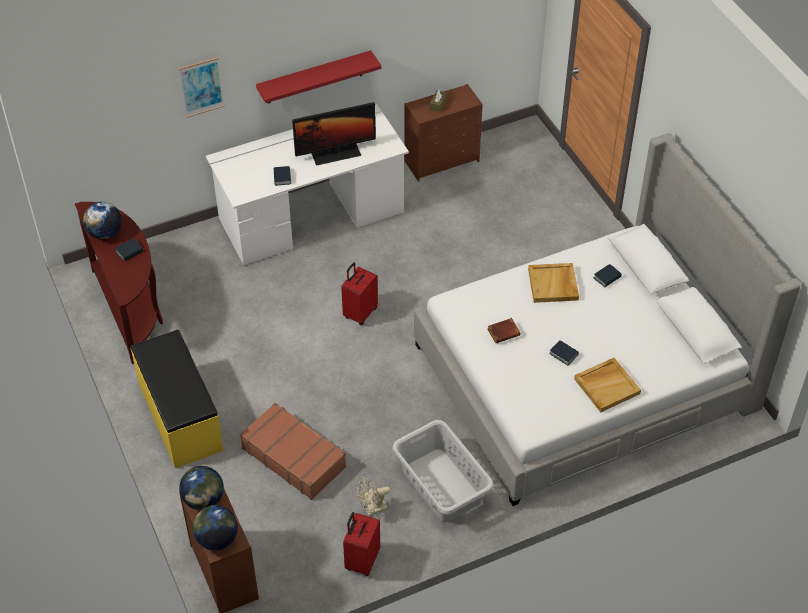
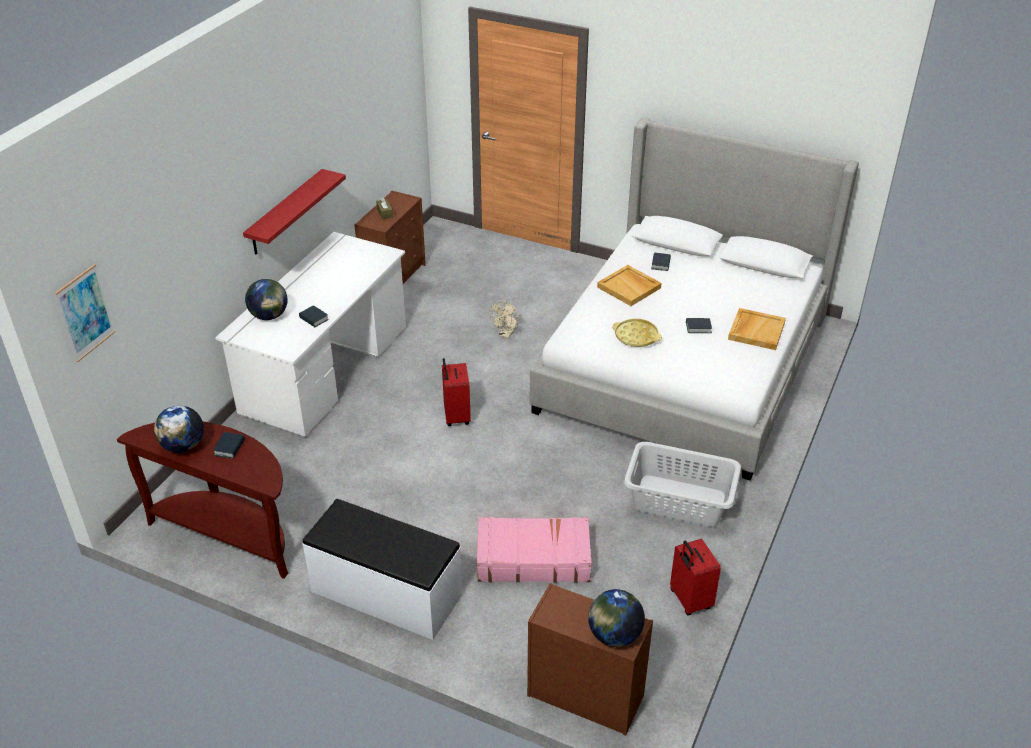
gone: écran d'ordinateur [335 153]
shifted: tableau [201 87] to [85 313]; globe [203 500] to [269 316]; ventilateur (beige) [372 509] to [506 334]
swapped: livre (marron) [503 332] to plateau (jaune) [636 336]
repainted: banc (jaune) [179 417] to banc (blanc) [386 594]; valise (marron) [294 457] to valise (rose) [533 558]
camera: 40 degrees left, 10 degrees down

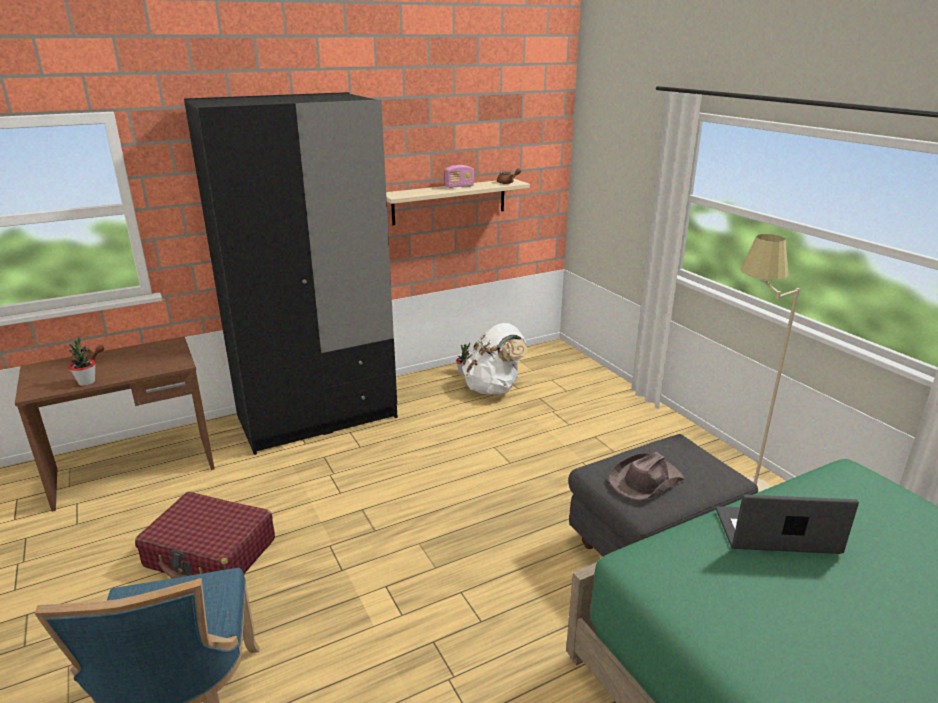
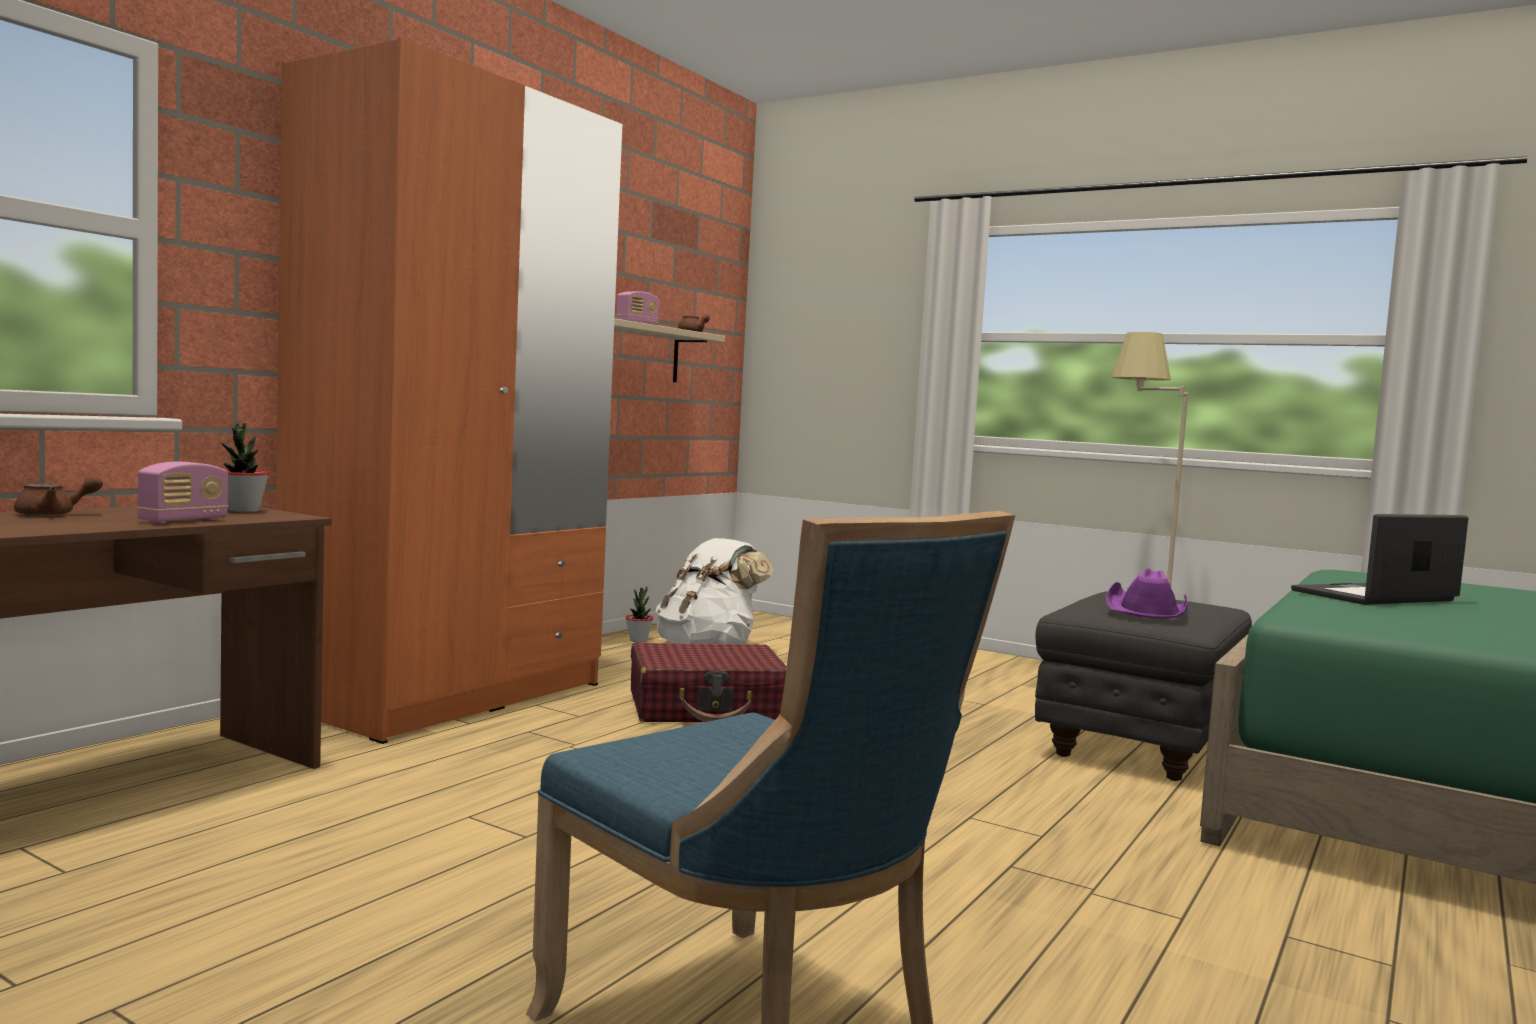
new: radio [183 520]
shifted: plante en pot [86 382] to [243 510]; valise (rouge) [211 553] to [707 708]
repainted: armoire (noir) [317 416] to armoire (orange) [448 696]; chapeau (marron) [645 481] to chapeau (violet) [1147 610]
camera: 30 degrees left, 20 degrees down

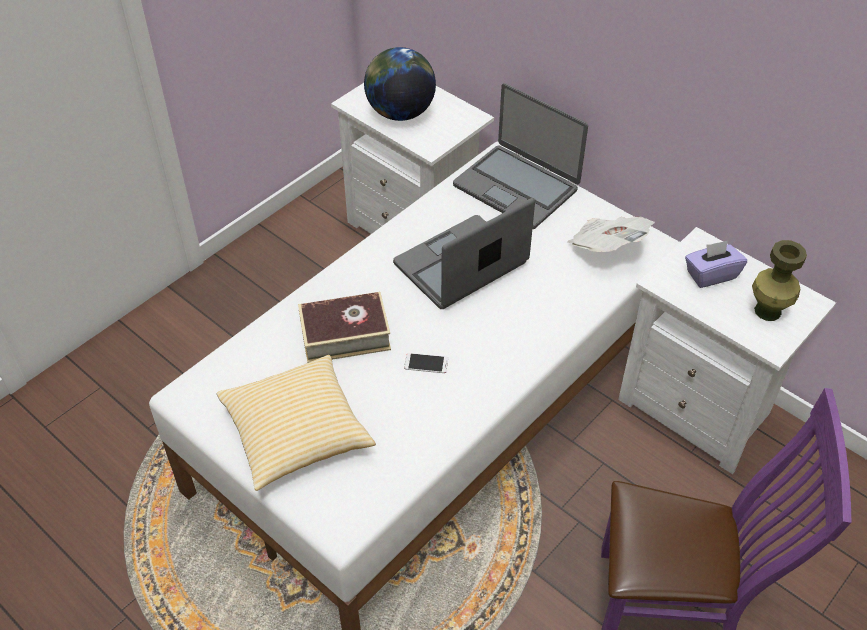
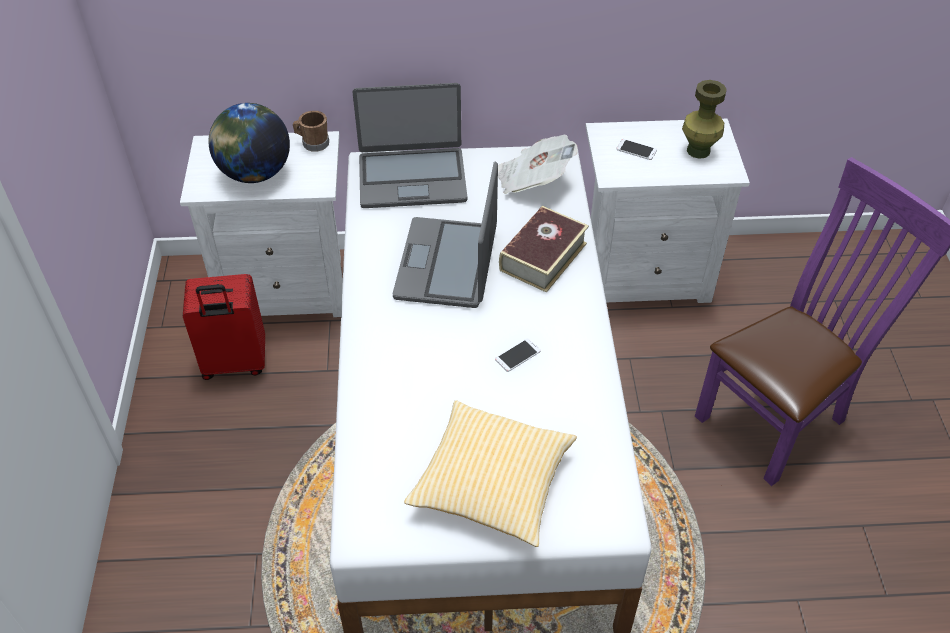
new: valise (rouge) [235 364]; mug (marron) [312 143]
shifted: livre [345 335] to [543 257]
swapped: boîte à mouchoirs (violet) [711 275] to téléphone [636 150]
camera: 45 degrees left, 0 degrees up

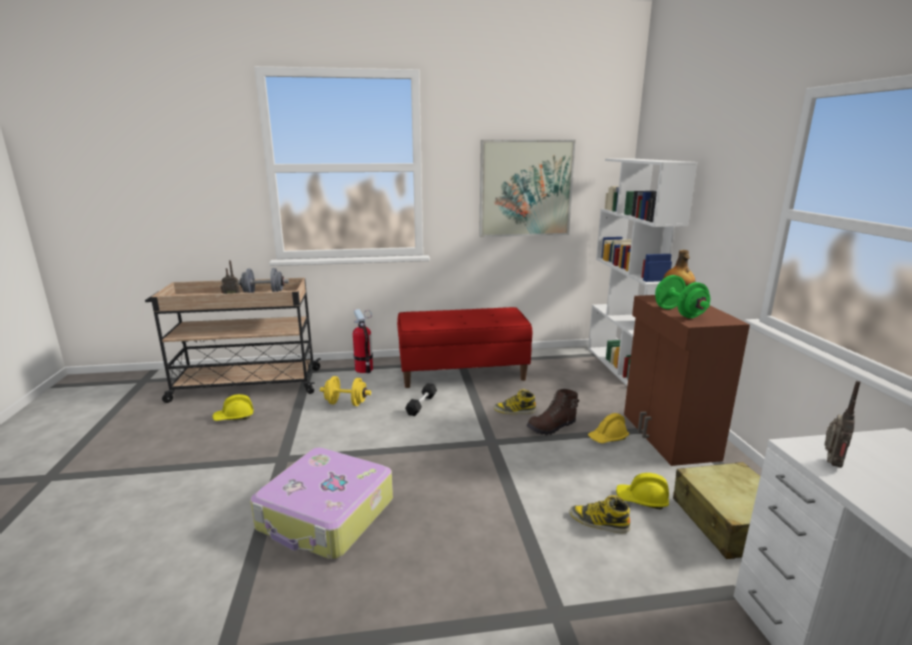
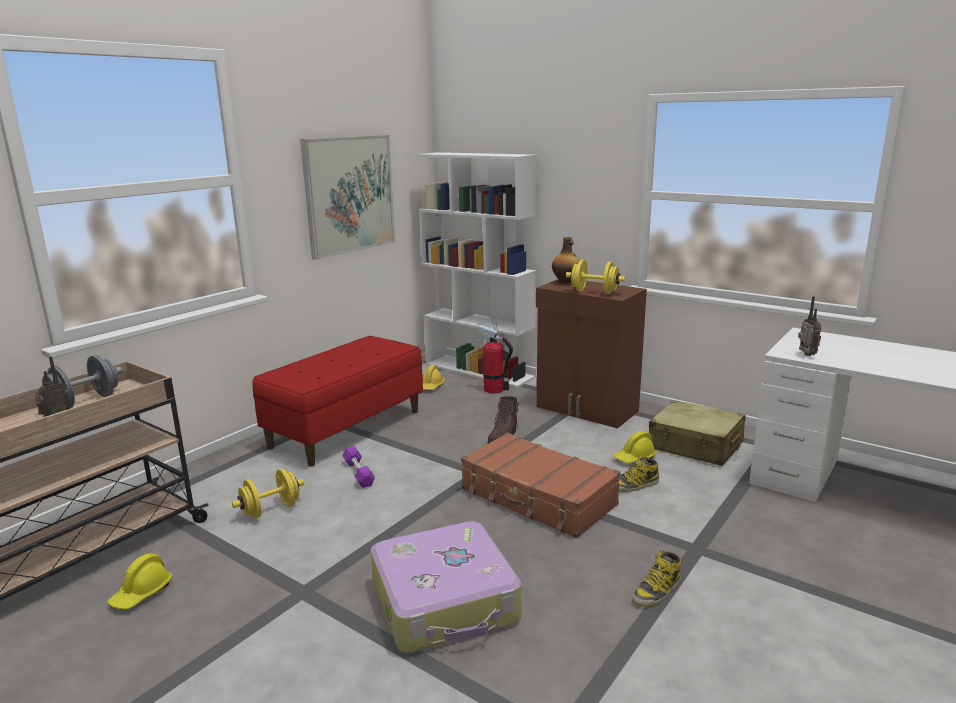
new: valise (marron) [538 498]
shifted: casque de chantier (jaune) [608 438] to [431 386]; extincteur [364 369] to [494 389]; botte [514 410] to [657 591]
repainted: haltère (noir) [421 404] to haltère (violet) [358 473]; haltère (vert) [679 313] to haltère (jaune) [594 292]
camera: 45 degrees left, 0 degrees up

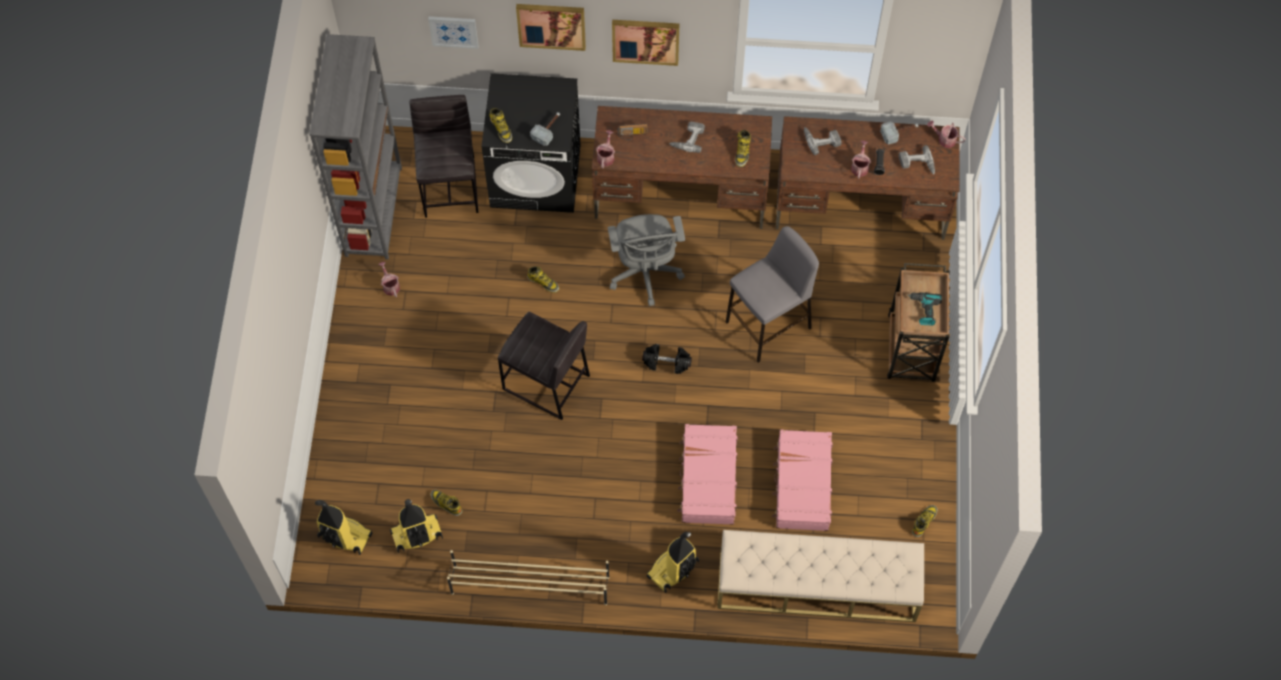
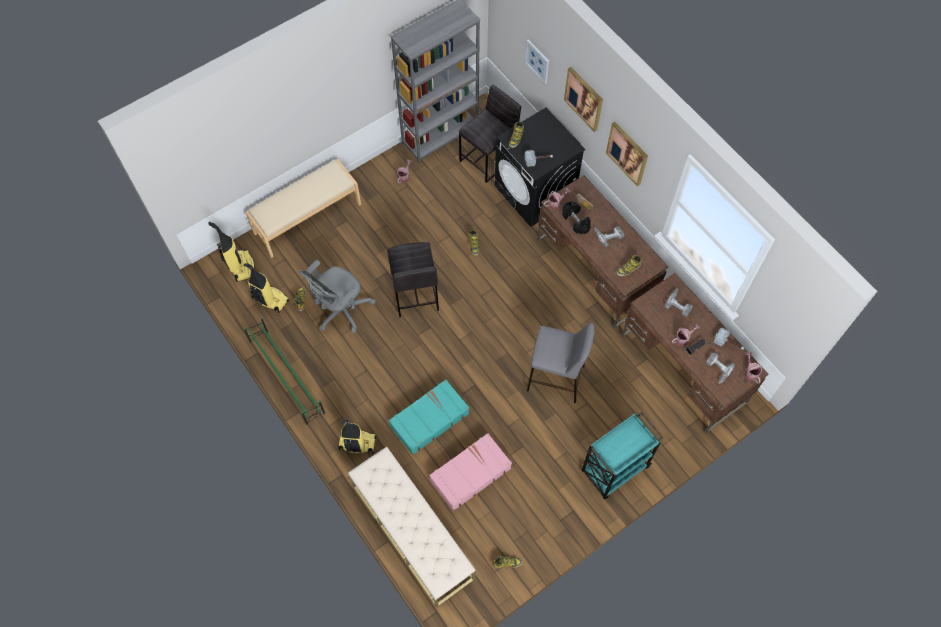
gone: perceuse [923 310]
new: banc (beige) [307 218]
shifted: chaise de bureau (gris) [645 273] to [341 311]; haltère (noir) [667 362] to [576 221]
repainted: étagère à chaussures (beige) [529 584] to étagère à chaussures (vert) [286 376]; valise (rose) [708 479] to valise (turquoise) [429 419]; chariot (marron) [911 350] to chariot (turquoise) [614 470]
camera: 50 degrees right, 0 degrees up

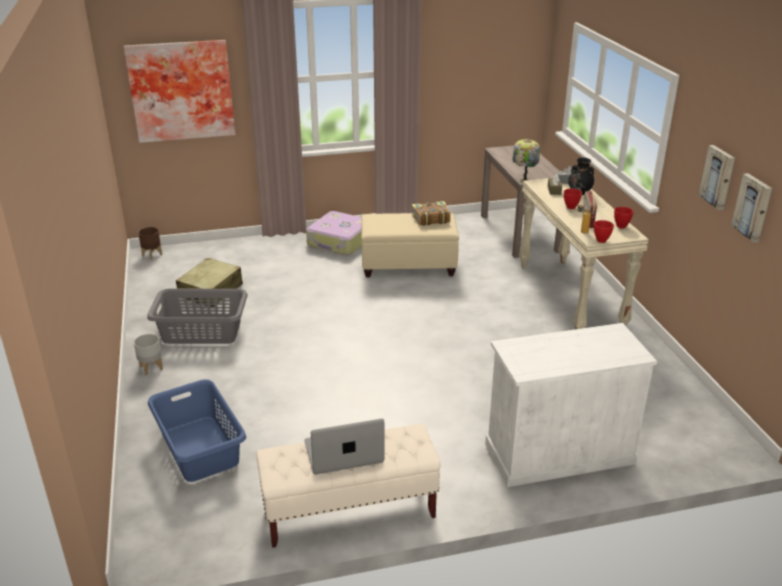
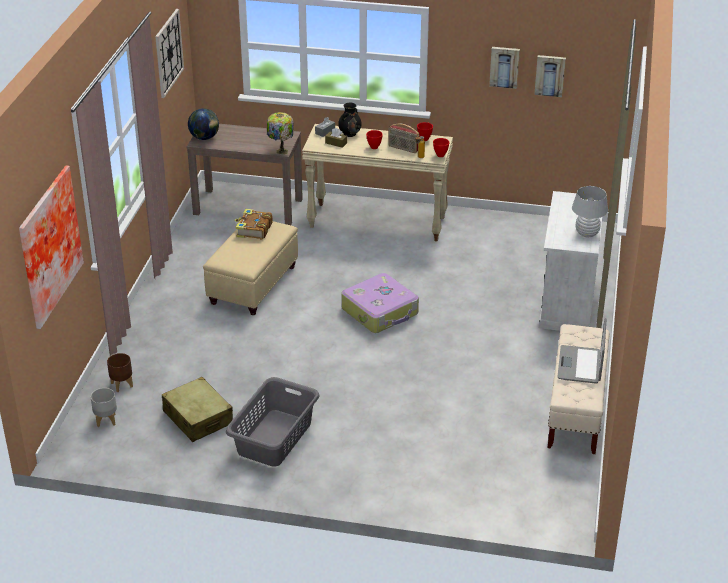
gone: panier à linge (bleu) [200 447]
new: horloge murale [168 53]; globe [204 138]; lampe de table (blanc) [587 234]
shifted: cache-pot (gris) [151 368] to [105 420]; cache-pot (marron) [152 255] to [121 385]; valise [340 242] to [380 311]
camera: 65 degrees left, 5 degrees up

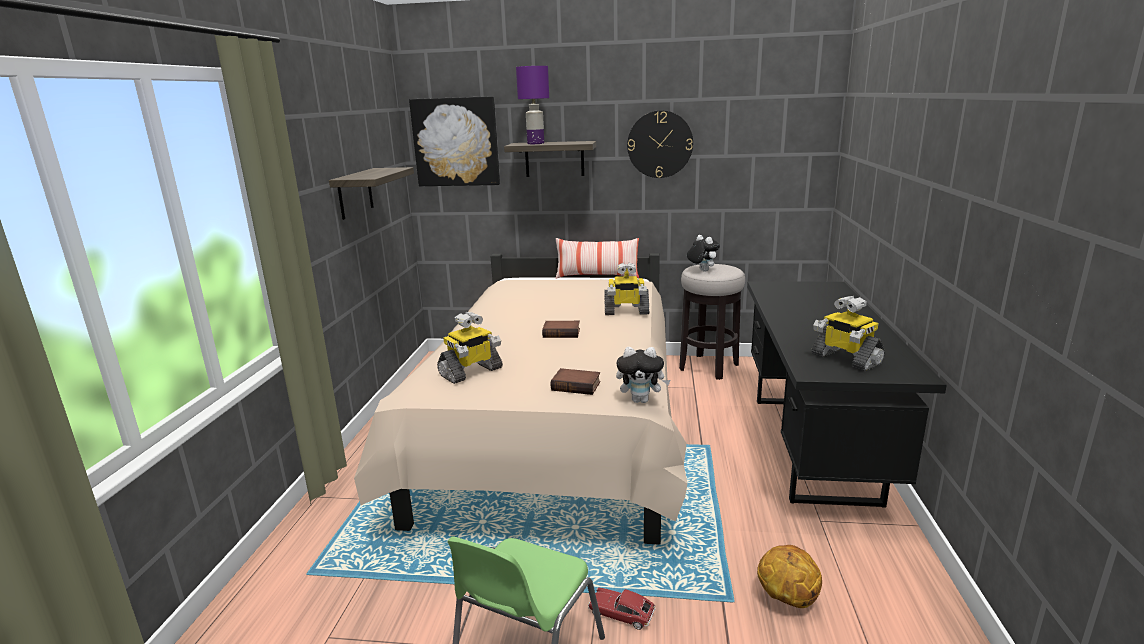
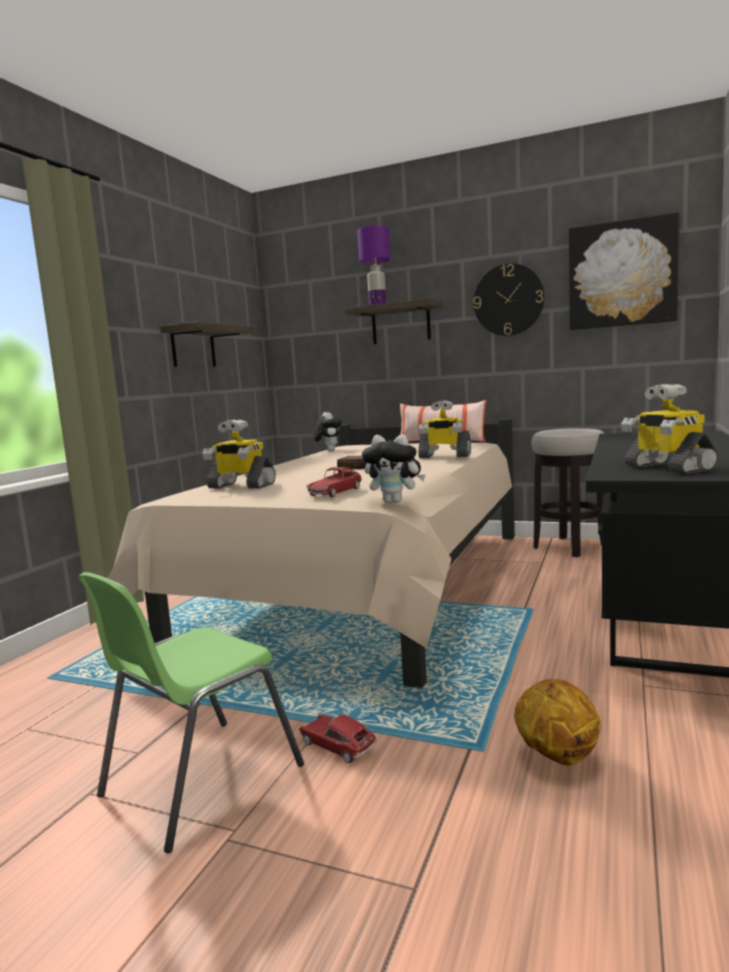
shifted: peluche [701 271] to [328 450]; tableau [456 142] to [622 274]
swapped: livre [577 385] to petite voiture [335 492]
rotated: robot jouet [471 372] = [240 486] 45 degrees clockwise
camera: 15 degrees right, 10 degrees down

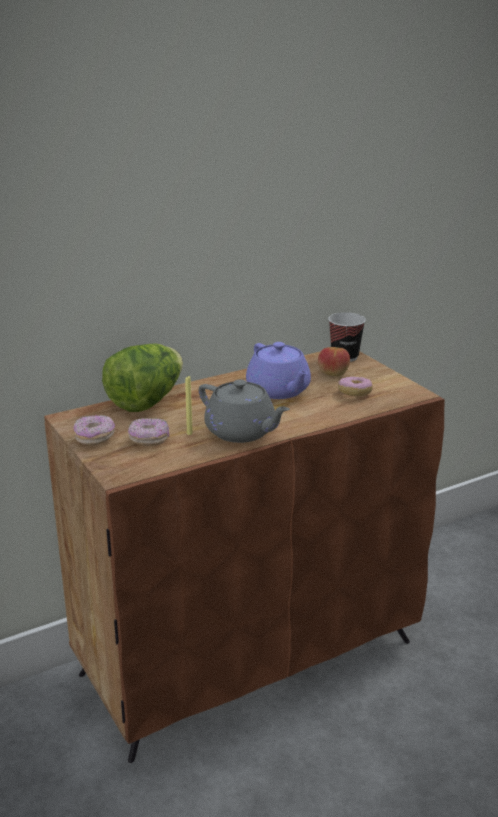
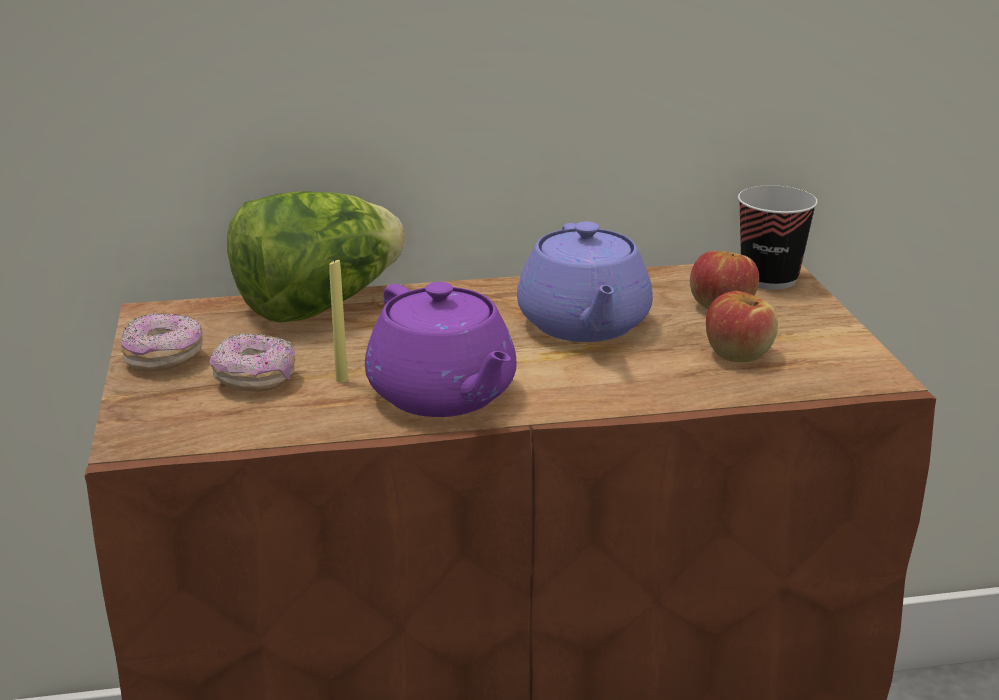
swapped: beignet [354 393] to pomme [738 354]
repainted: théière (gris) [242 432] to théière (violet) [443 395]
camera: 20 degrees right, 0 degrees up

